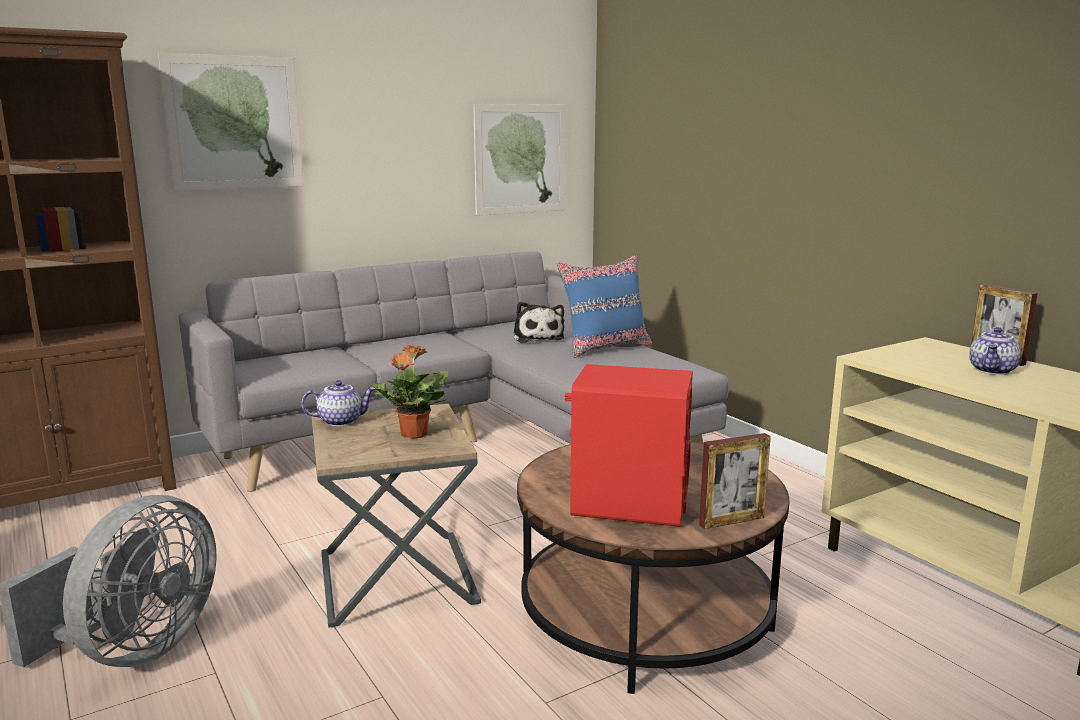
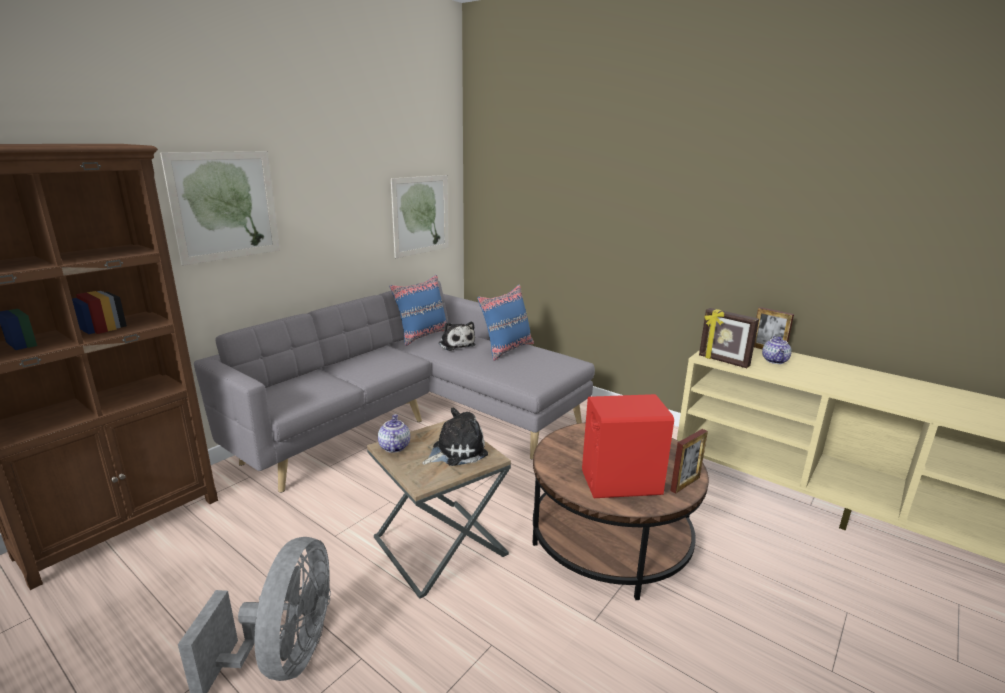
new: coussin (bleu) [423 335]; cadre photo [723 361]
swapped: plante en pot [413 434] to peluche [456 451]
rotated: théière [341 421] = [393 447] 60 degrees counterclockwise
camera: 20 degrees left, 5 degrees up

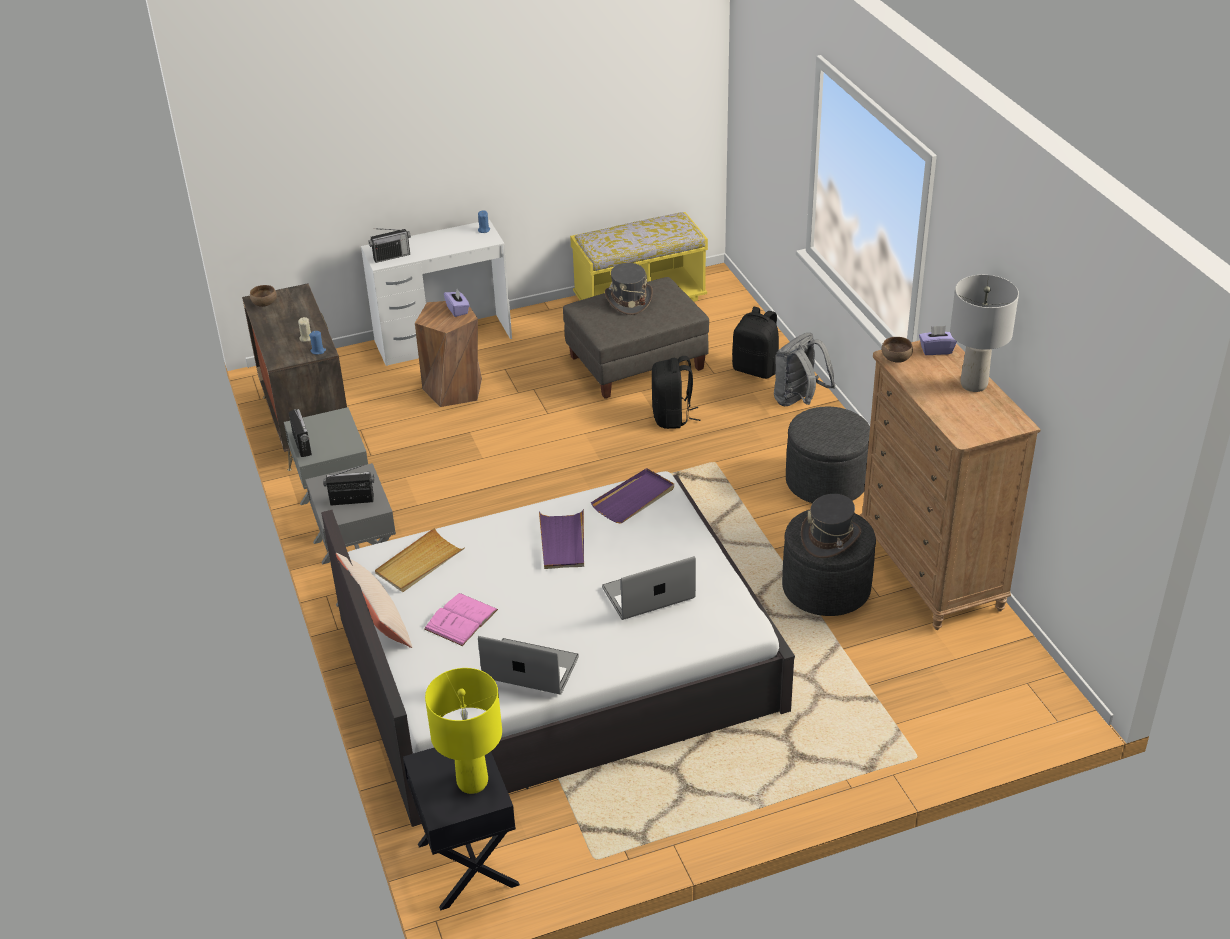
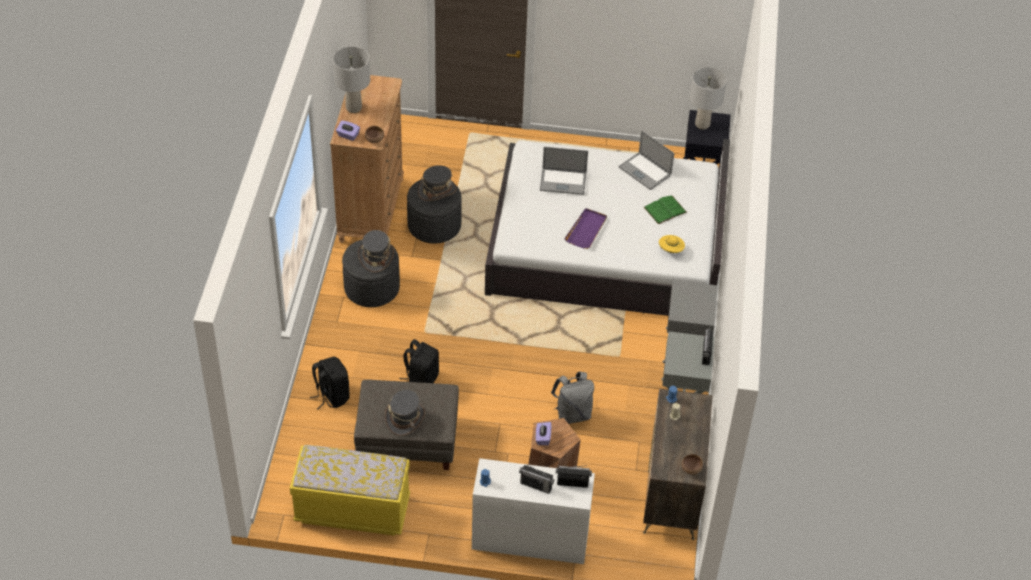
gone: coussin (beige) [376 618]; plateau (violet) [634 499]
new: chapeau (gris) [376 257]
shifted: radio [352 500] to [536 485]; sac à dos (gris) [799 401] to [572 414]
swapped: plateau (beige) [419 563] to chapeau (jaune) [670 250]
repainted: livre (rose) [461 619] to livre (vert) [665 210]; lampe de table (jaune) [473 783] to lampe de table (gris) [702 124]
camera: 155 degrees left, 10 degrees up

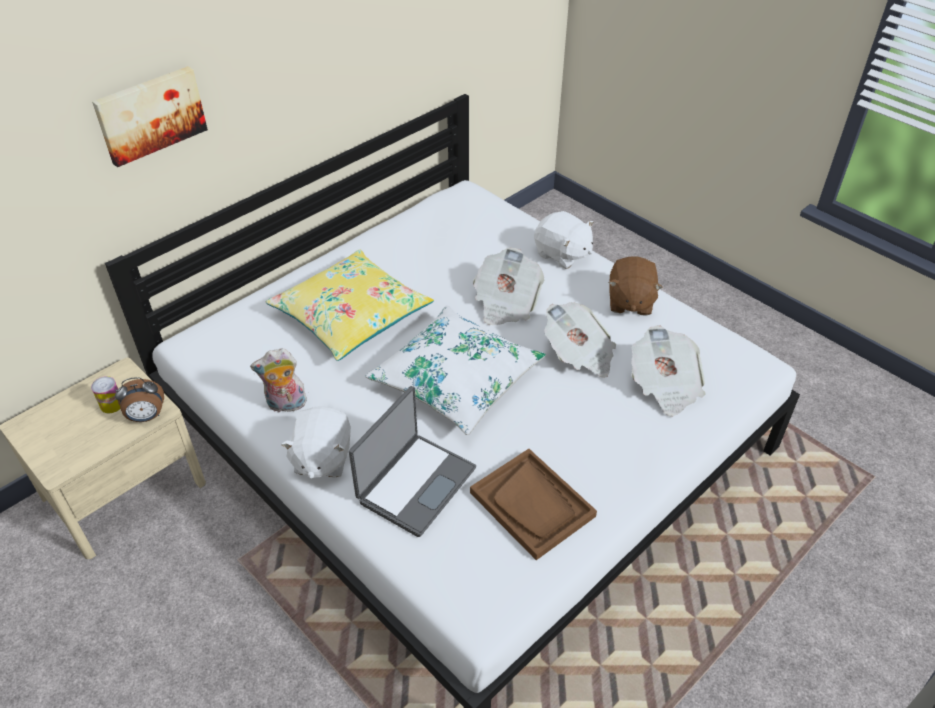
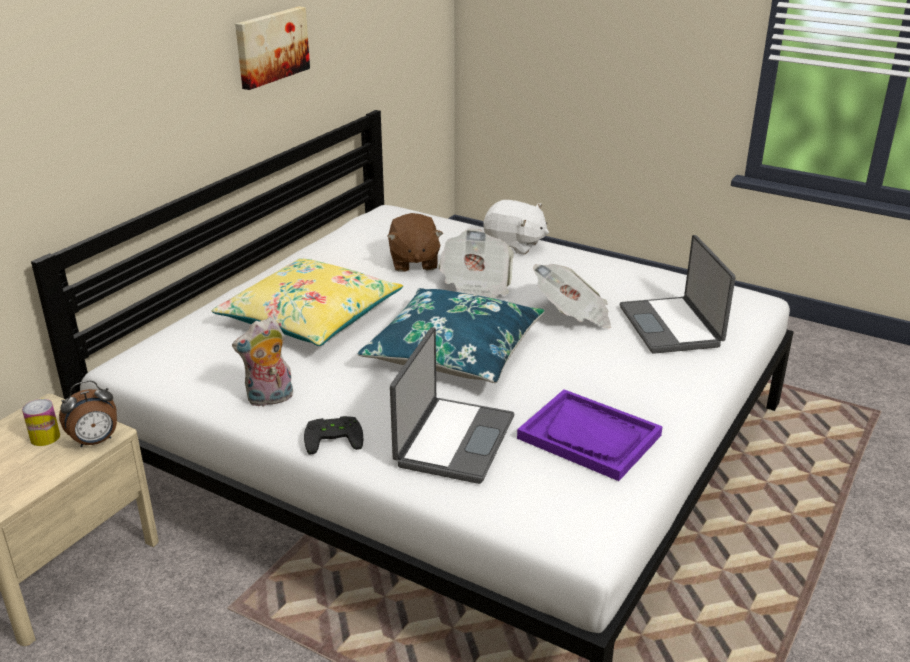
shifted: tableau [150 114] to [271 46]; peluche (marron) [630 302] to [413 262]
swapped: peluche (blanc) [321 458] to manette (noir) [334 437]; journal [665 386] to ordinateur portable [672 326]
repainted: coussin (blanc) [456 379] to coussin (bleu) [454 351]; plateau (marron) [532 504] to plateau (violet) [589 437]
camera: 15 degrees left, 15 degrees down

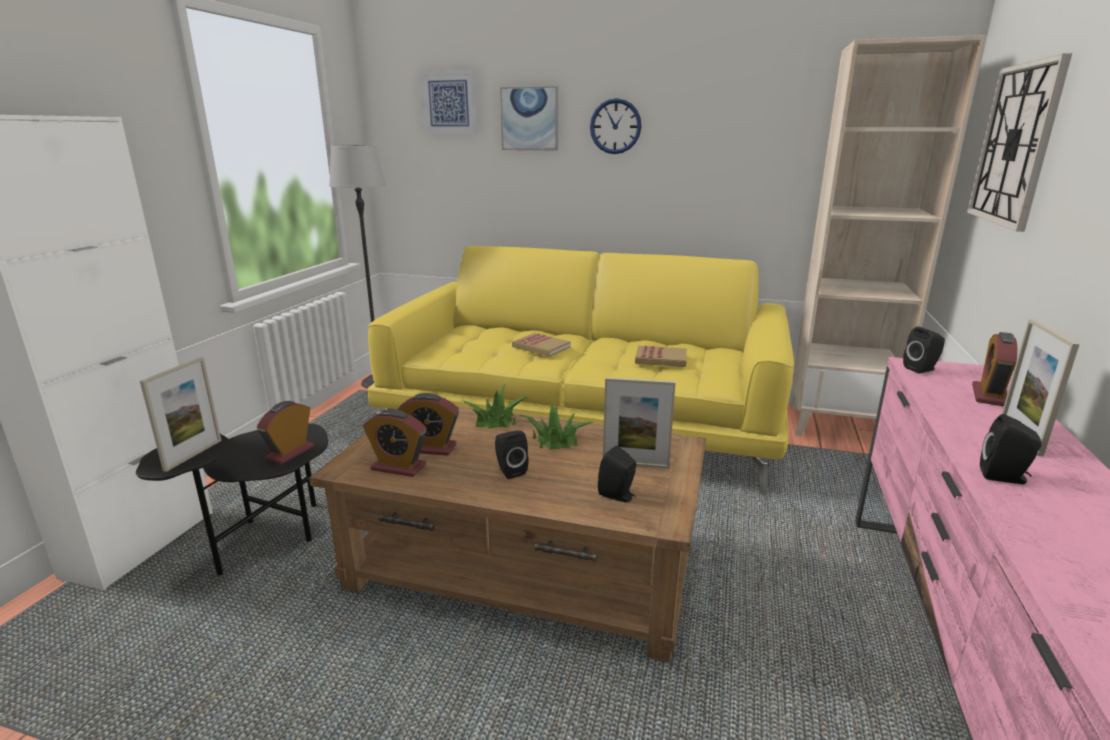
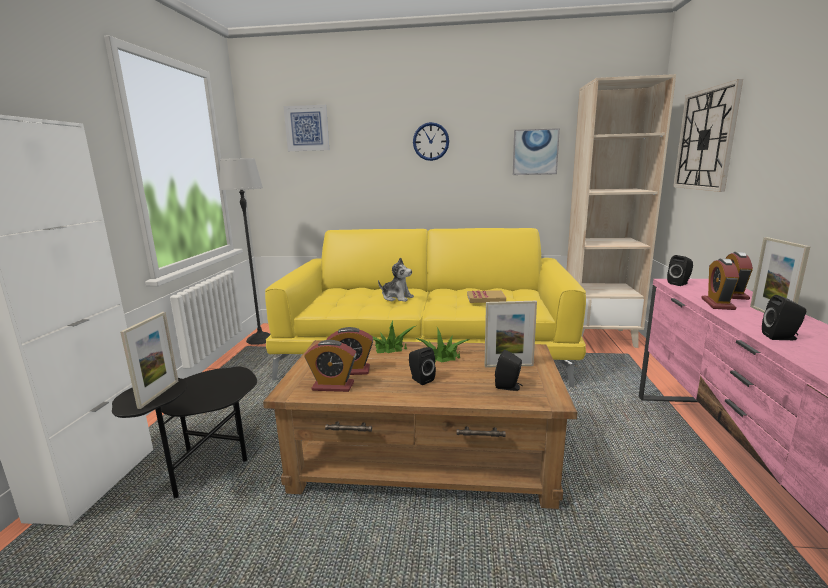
shifted: tableau [530 119] to [535 152]; réveil [290 453] to [717 304]
swapped: livre [541 347] to peluche [397 298]
camera: 10 degrees left, 5 degrees down

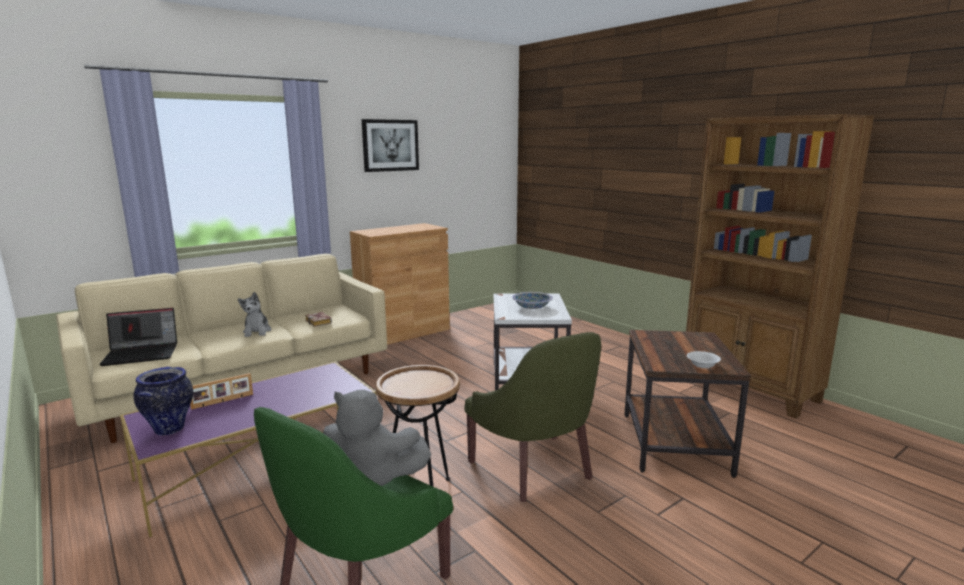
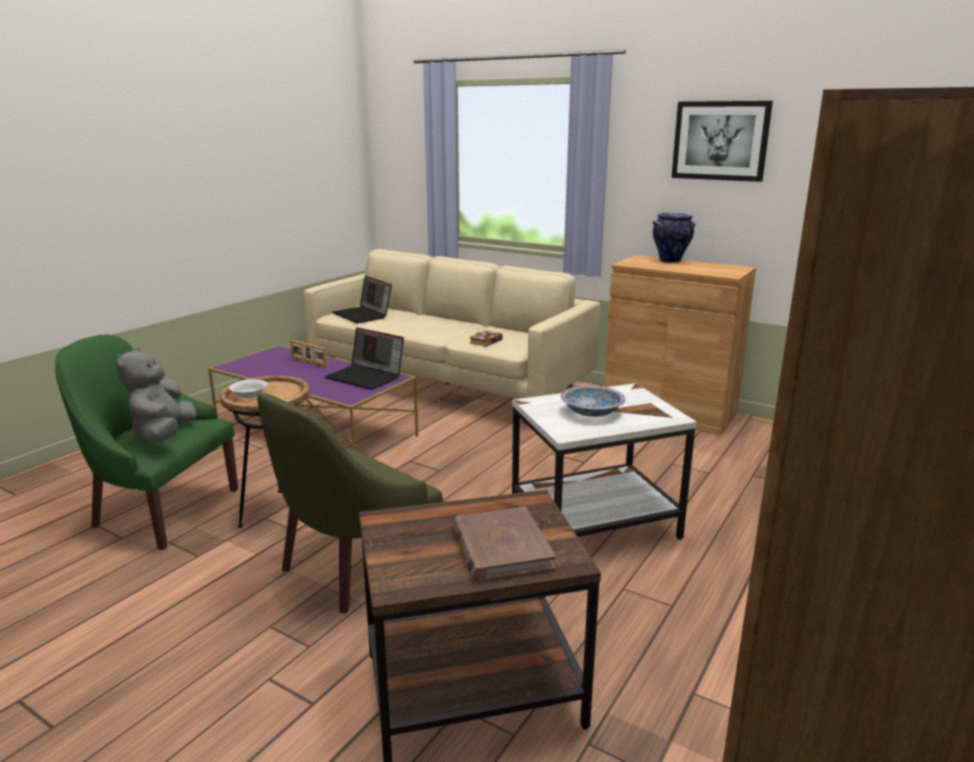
gone: peluche [257 331]
new: ordinateur portable [366 377]; livre (marron) [501 549]
shifted: bol (blanc) [703 365] to [249 395]; vase [170 429] to [670 261]
camera: 70 degrees right, 5 degrees up

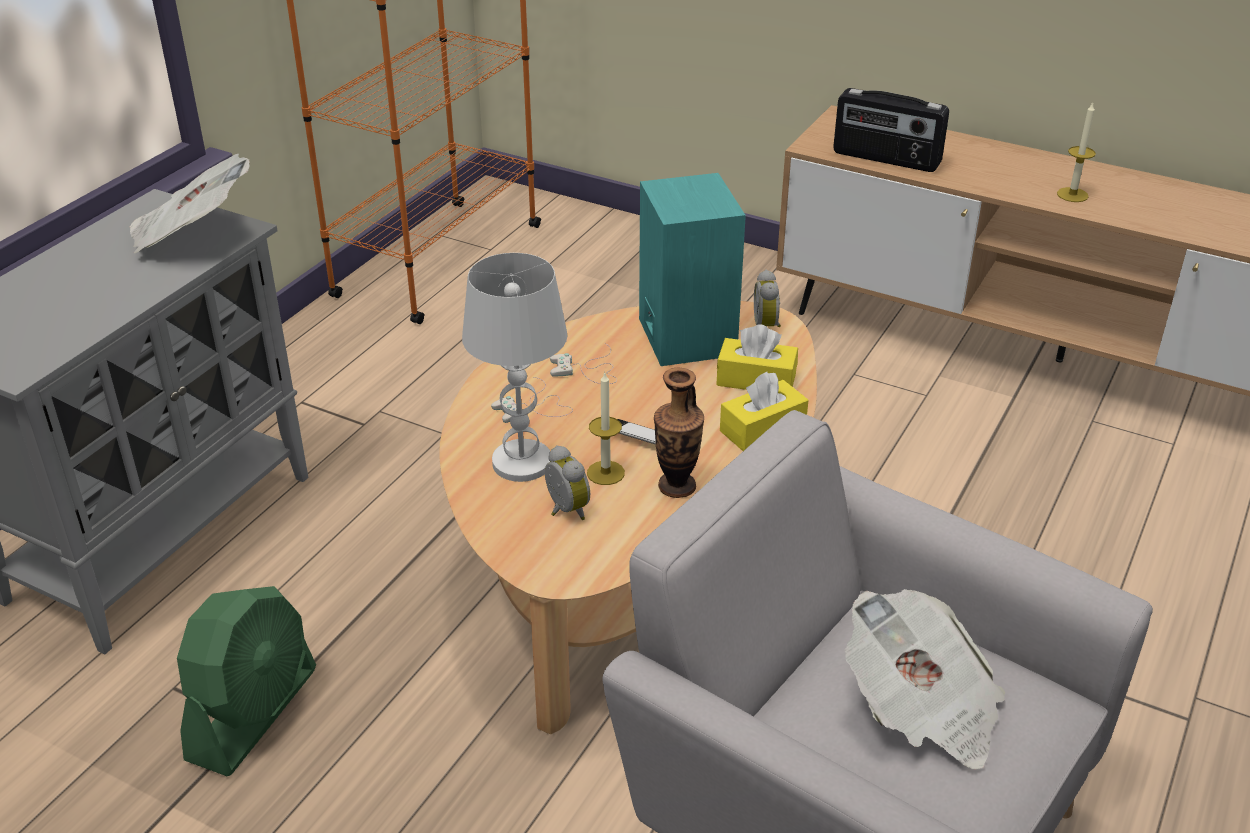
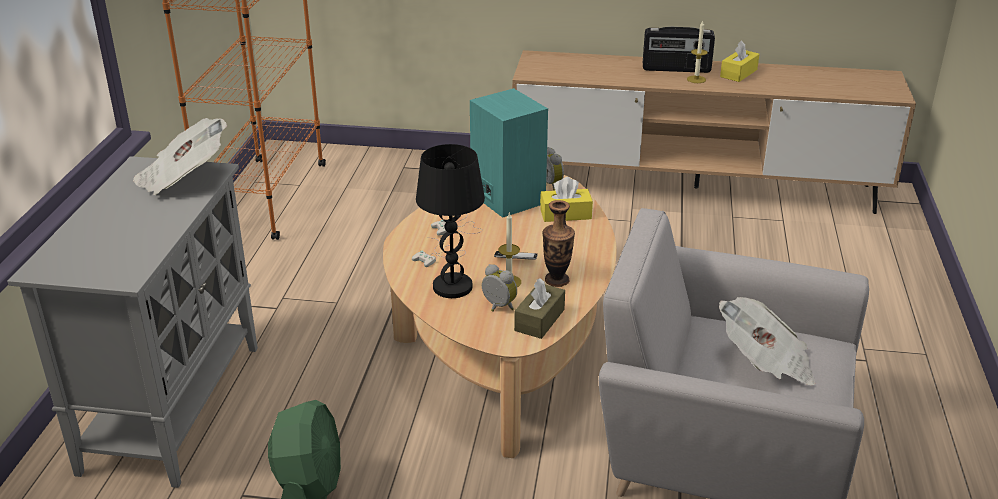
new: boîte à mouchoirs (marron) [539 320]
shifted: radio [886 159] to [676 69]; boîte à mouchoirs (jaune) [762 429] to [738 73]
repainted: lampe de table (blanc) [521 463] to lampe de table (noir) [452 287]
camera: 20 degrees left, 5 degrees down

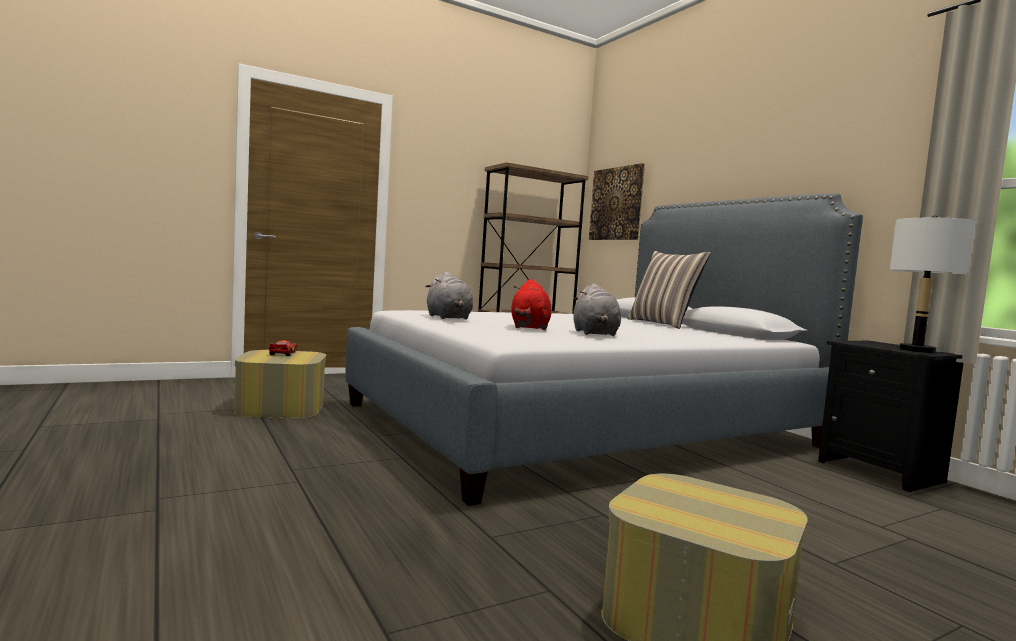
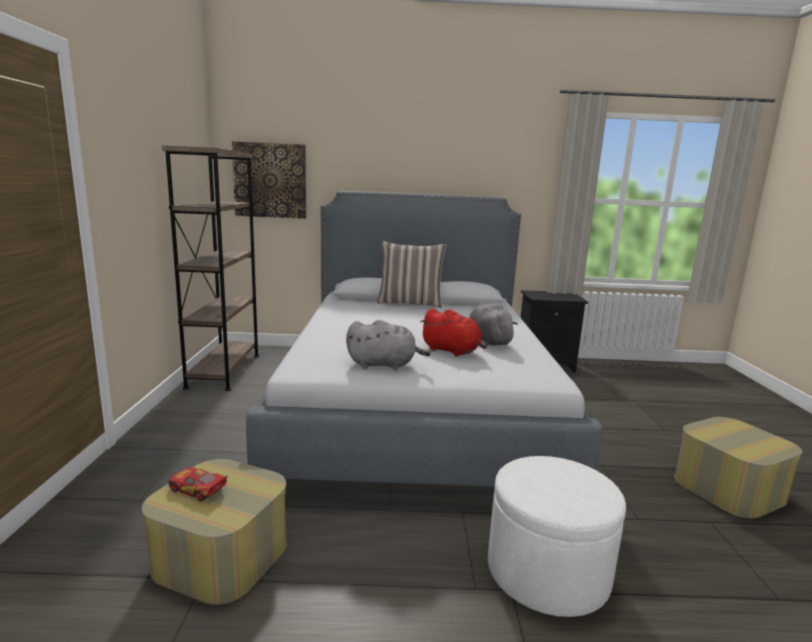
gone: lampe de table (blanc) [917 350]
new: pouf (blanc) [547 572]
rotated: peluche (gris) [595 334] = [487 340] 135 degrees counterclockwise
camera: 60 degrees left, 10 degrees up

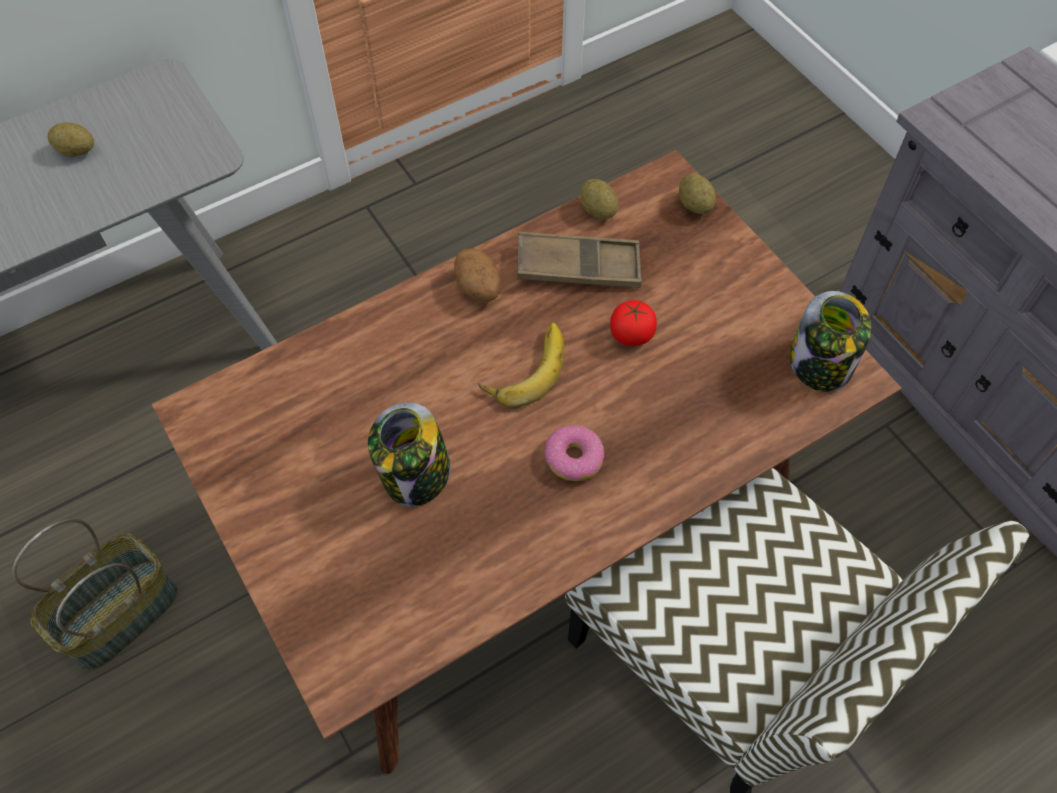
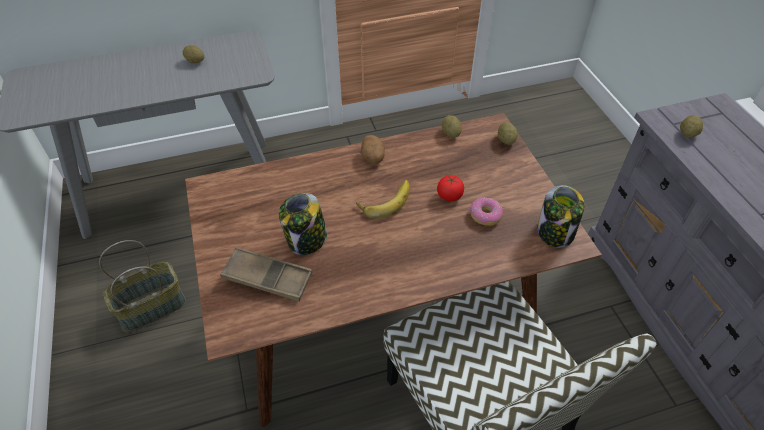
new: pomme de terre [687 134]
shifted: plateau (marron) [578 267] to [268 278]; beignet [573 458] to [485 215]
camera: 15 degrees right, 10 degrees down

